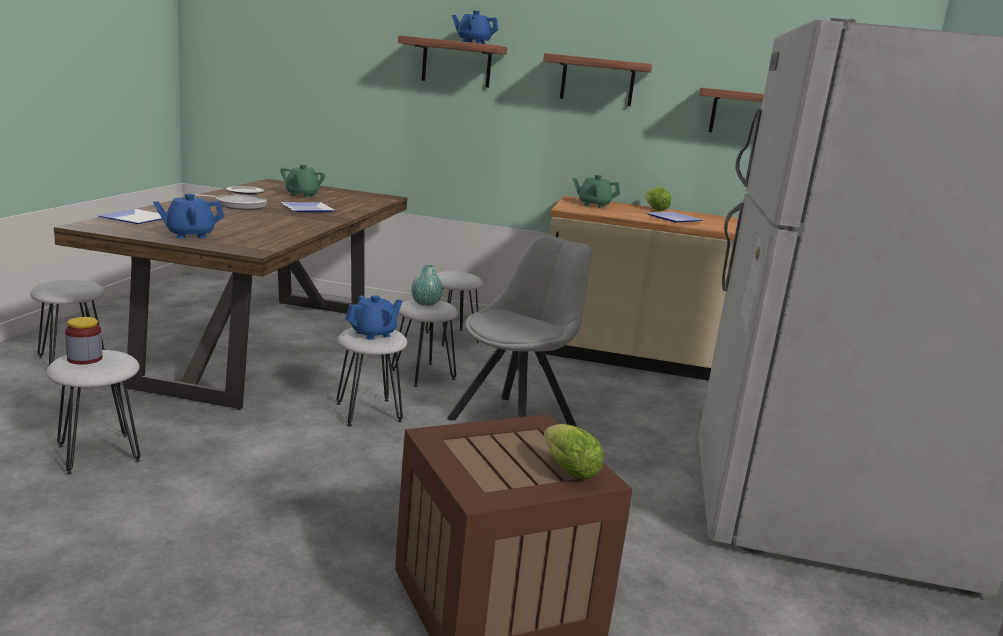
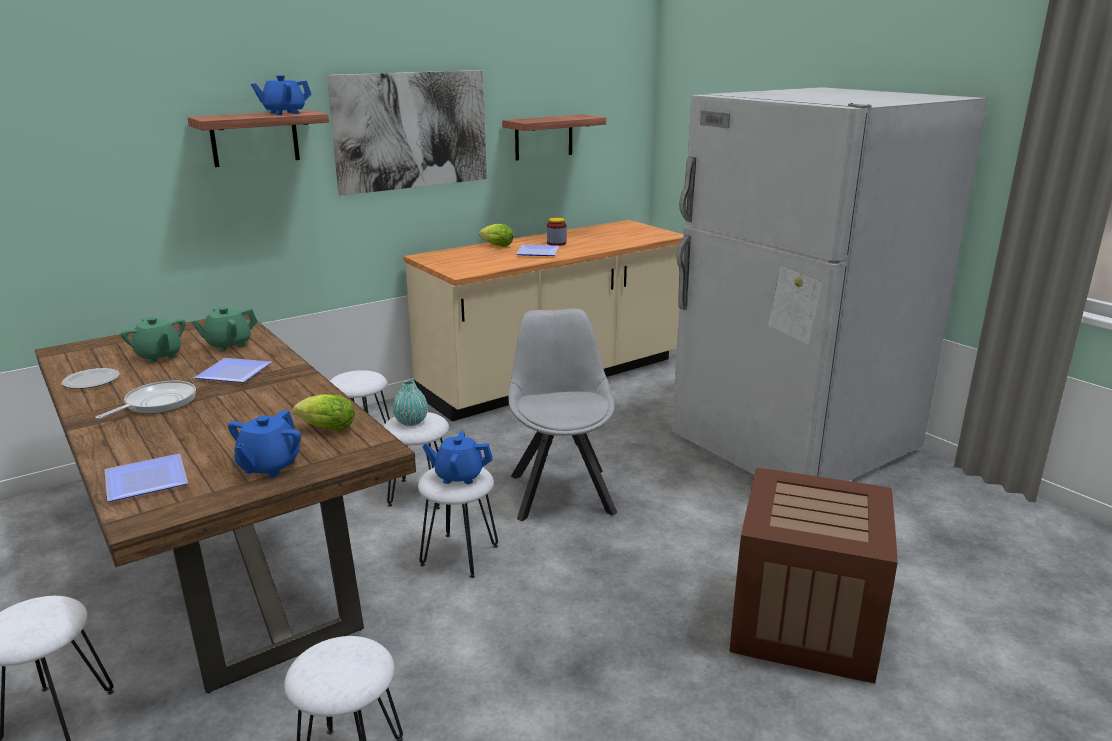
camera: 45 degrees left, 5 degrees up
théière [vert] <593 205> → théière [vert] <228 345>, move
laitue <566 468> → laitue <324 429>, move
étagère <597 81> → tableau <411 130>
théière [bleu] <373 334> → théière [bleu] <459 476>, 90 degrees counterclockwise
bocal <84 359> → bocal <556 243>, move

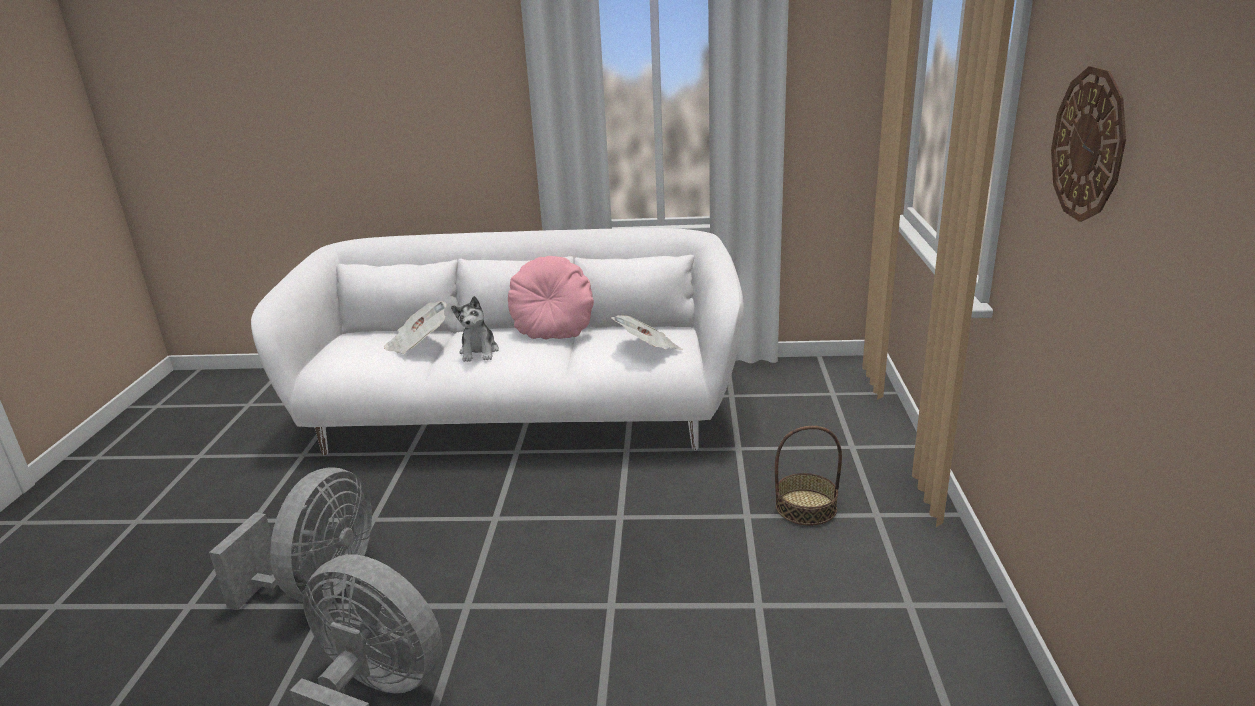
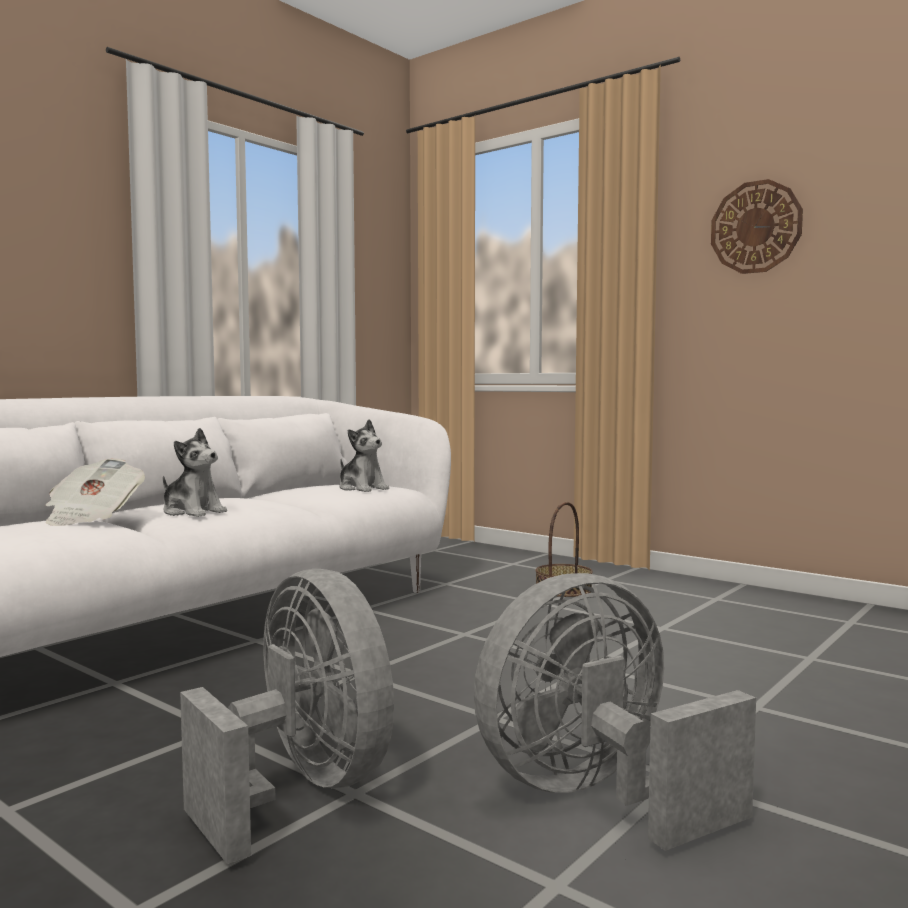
camera: 55 degrees left, 20 degrees down
journal <648 349> → peluche <362 488>
coussin [rose] <554 334> → -

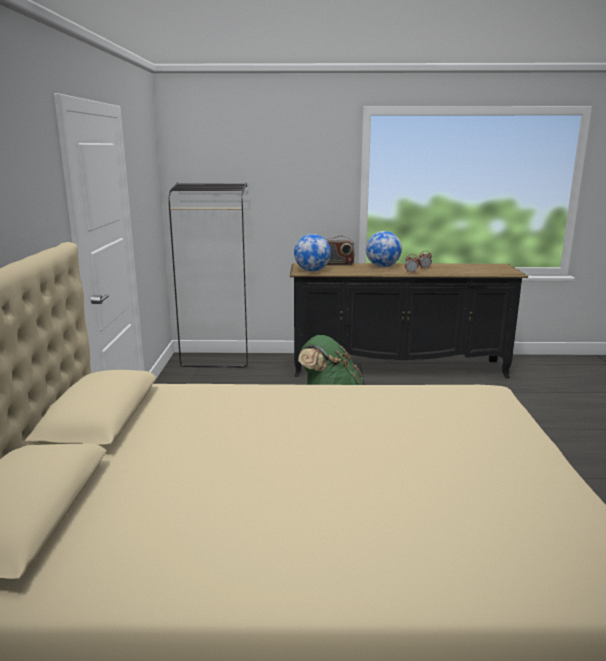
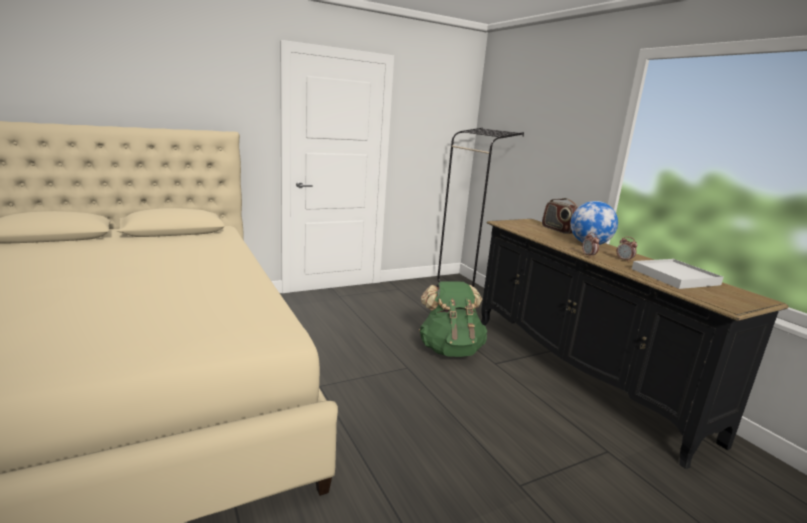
camera: 60 degrees right, 0 degrees up
- → plateau [blanc] <675 277>
globe <312 270> → -

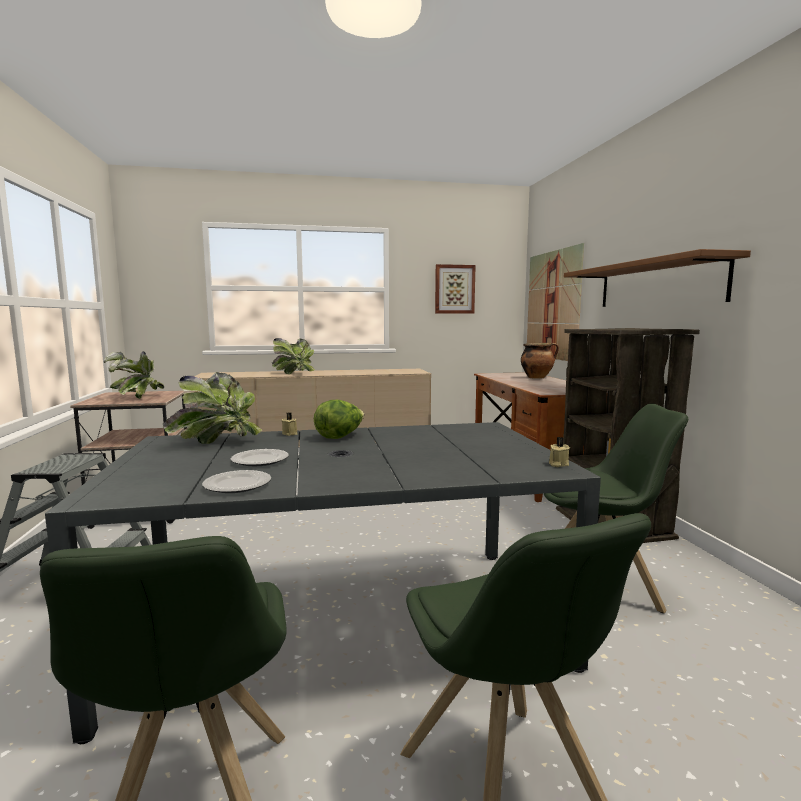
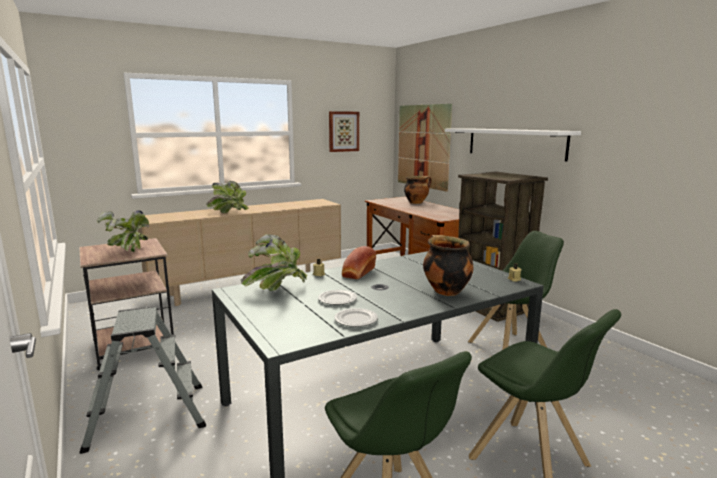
camera: 20 degrees left, 5 degrees up
laitue <340 436> → pain <358 273>
- → marmite <445 291>
étagère [marron] <657 284> → étagère [blanc] <515 143>

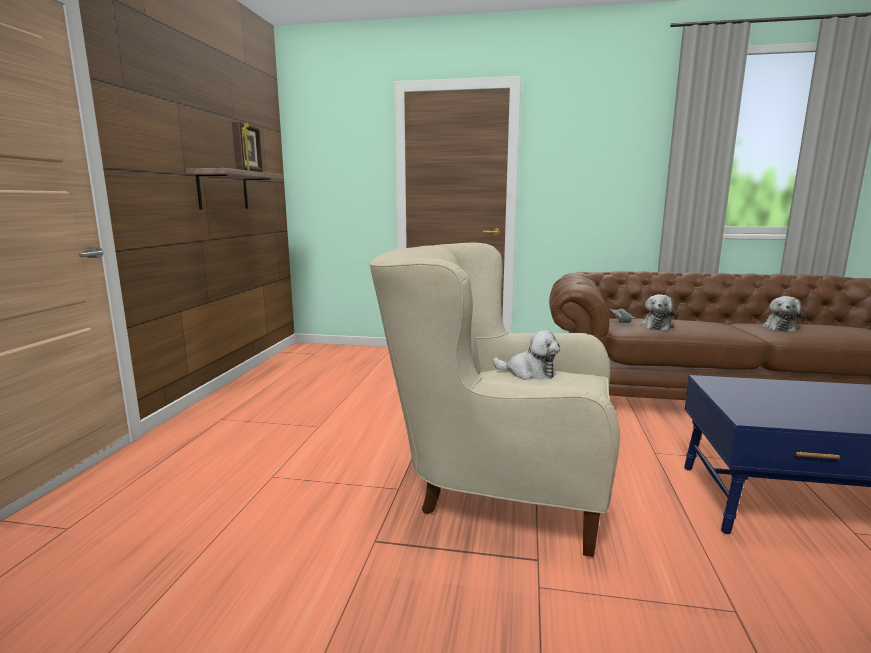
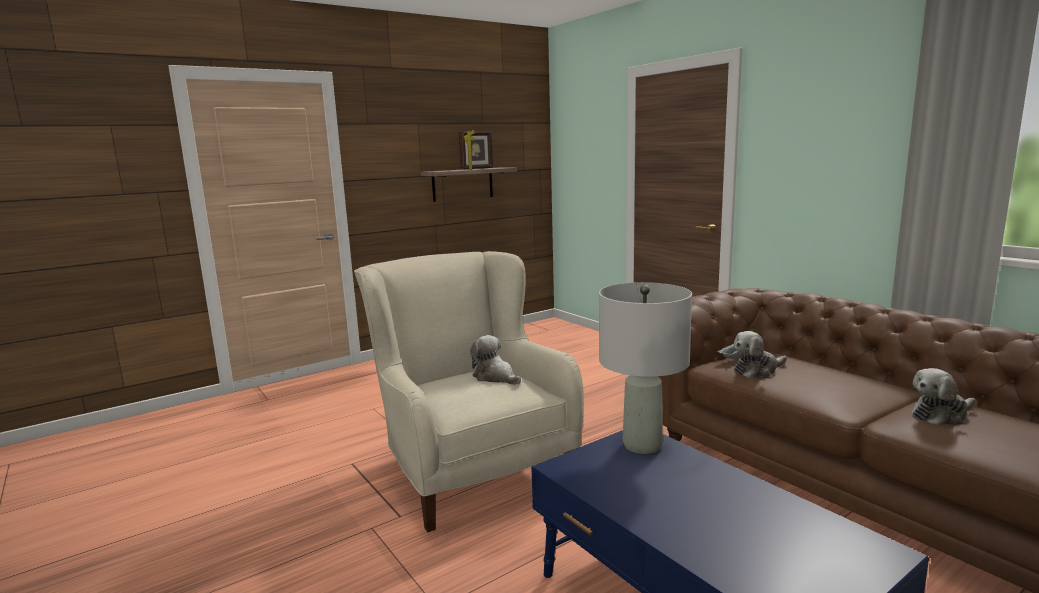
camera: 45 degrees right, 0 degrees up
peluche <529 373> → peluche <495 377>, 150 degrees clockwise
- → lampe de table [gris] <642 445>

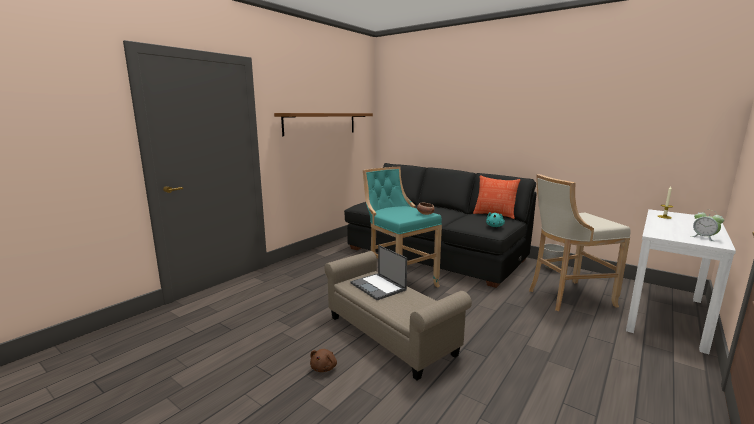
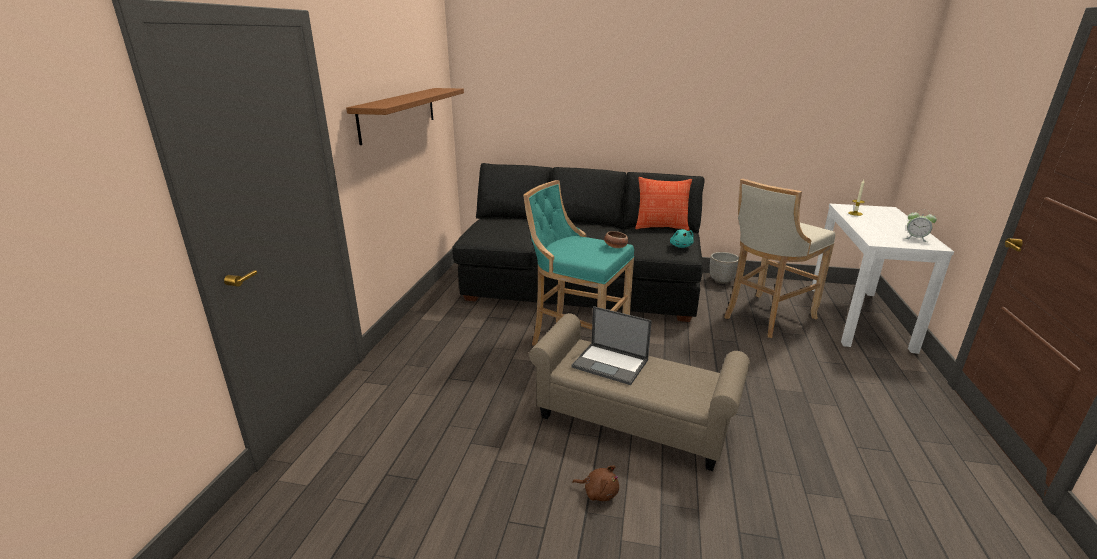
camera: 25 degrees left, 10 degrees up
peluche [marron] <324 368> → peluche [marron] <599 492>, 60 degrees counterclockwise

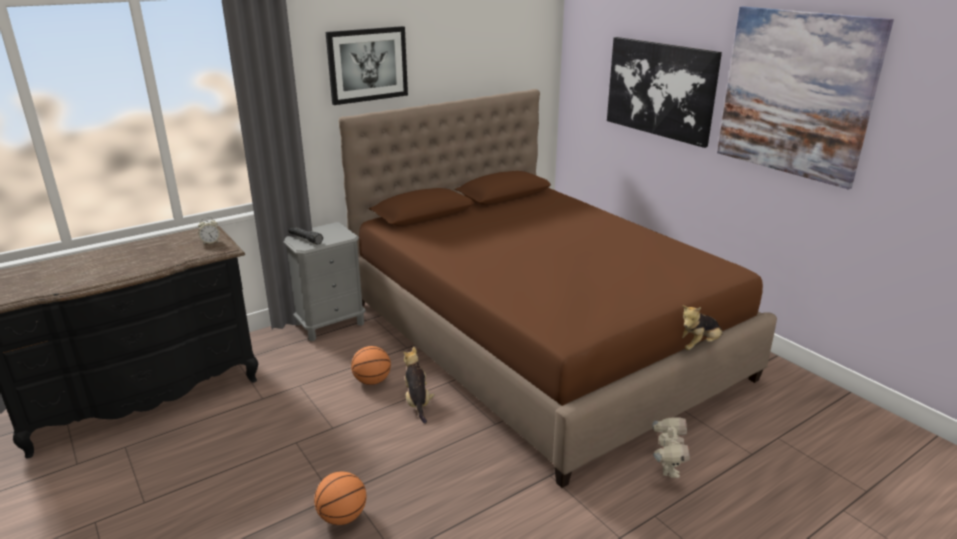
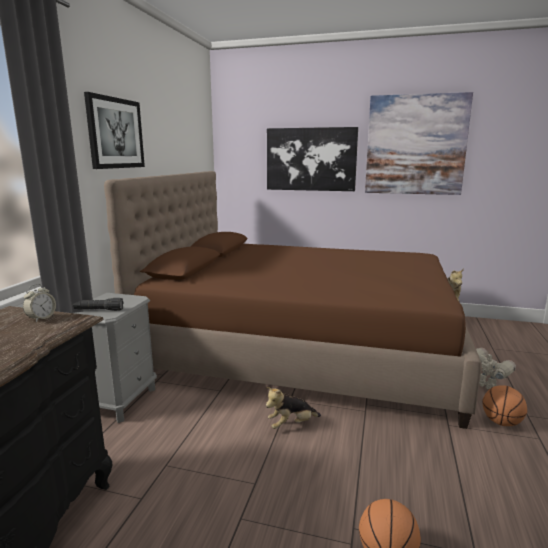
camera: 40 degrees left, 10 degrees down
peluche <417 402> → peluche <291 424>, 60 degrees counterclockwise
ballon de basket <372 381> → ballon de basket <501 422>, move

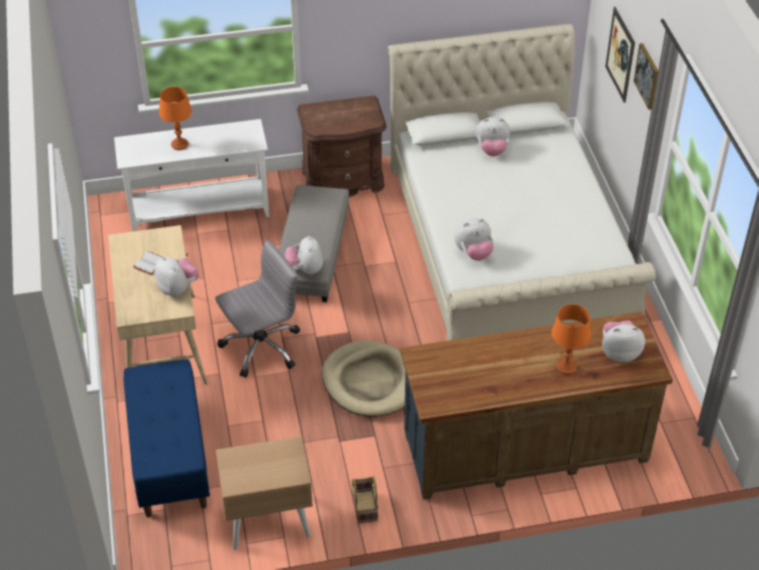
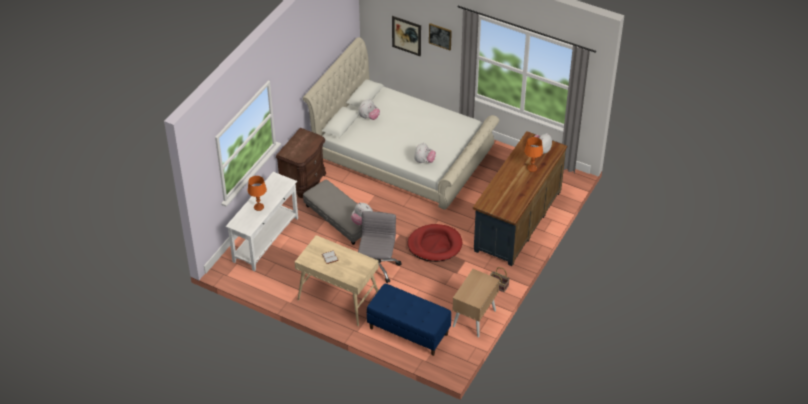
camera: 50 degrees left, 0 degrees up
panier pour chien [beige] <370 382> → panier pour chien [rouge] <435 245>
peluche <178 289> → -

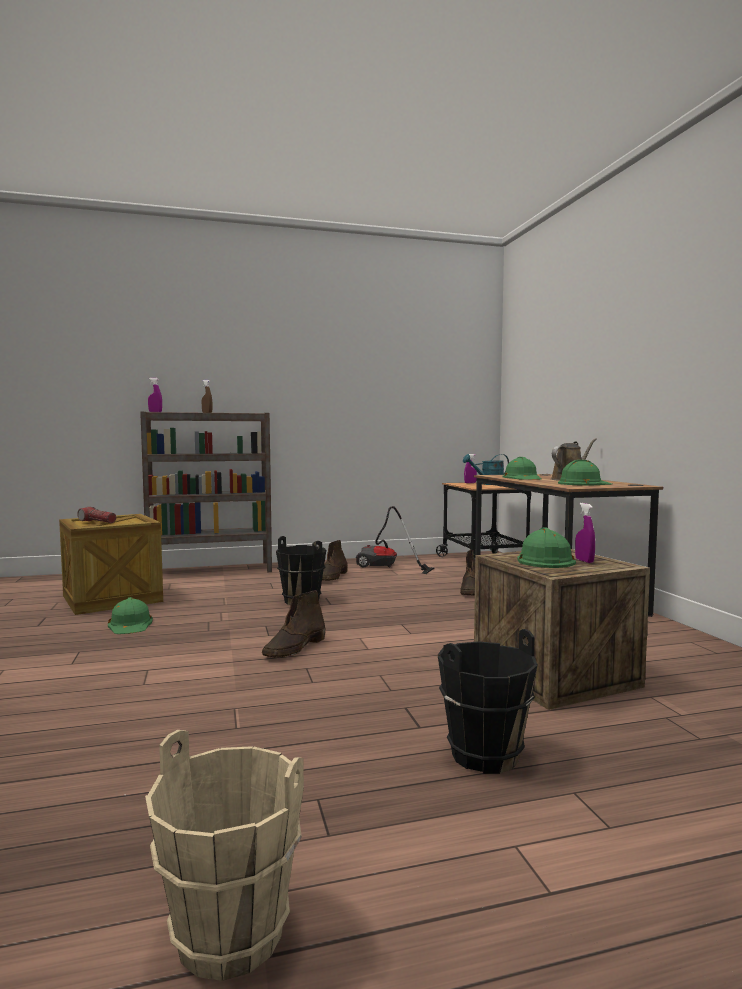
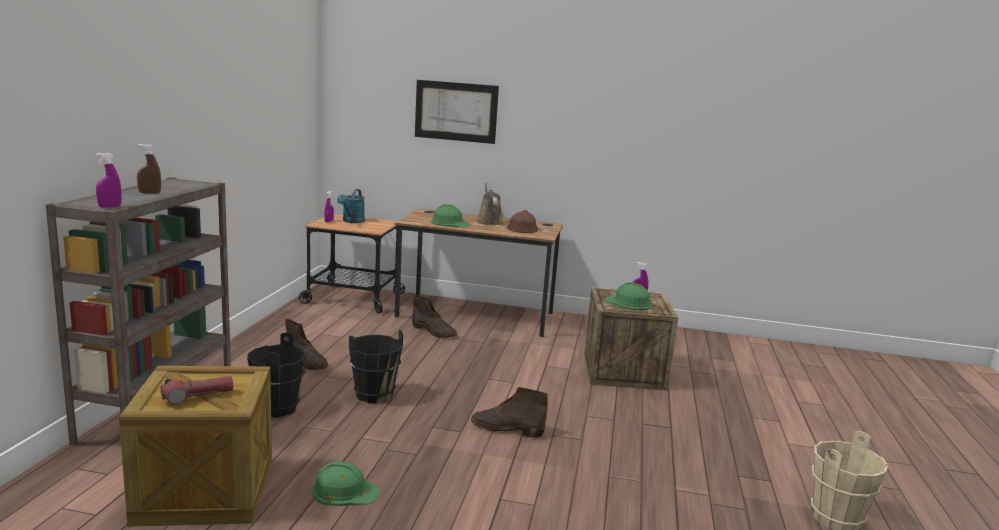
camera: 65 degrees left, 10 degrees up
seau [noir] <484 755> → seau [noir] <276 408>, move
- → tableau <456 111>
botte [marron] <294 648> → botte [marron] <506 429>, 135 degrees clockwise
casque de chantier [vert] <583 483> → casque de chantier [marron] <523 228>
aspirateur <386 568> → -

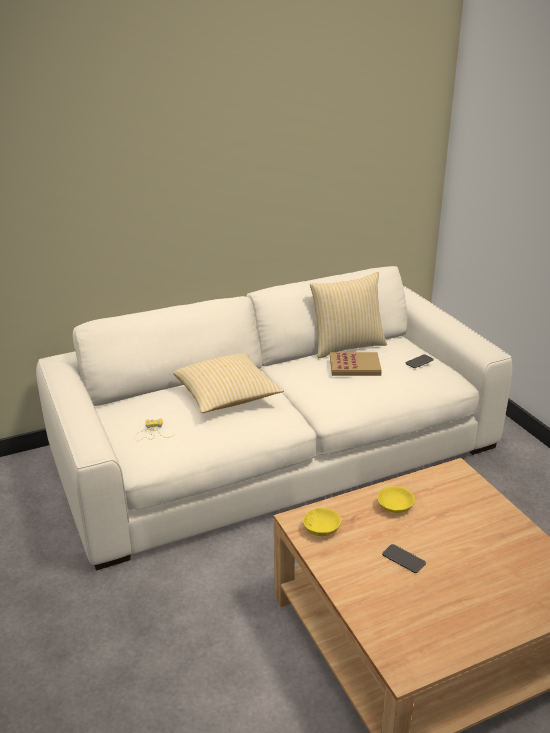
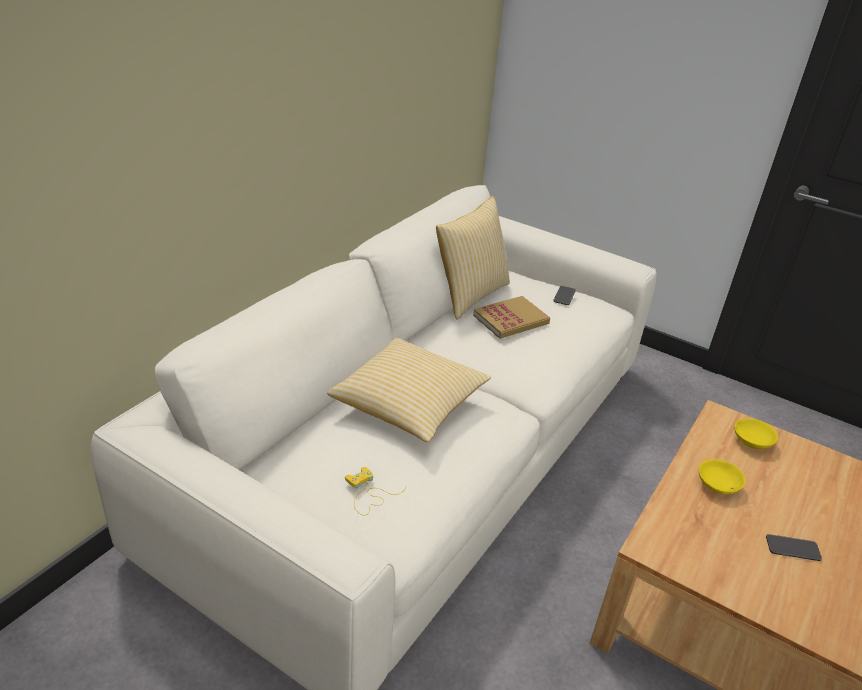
camera: 35 degrees left, 5 degrees up
bol [jaune] <322 530> → bol [jaune] <753 442>, move

